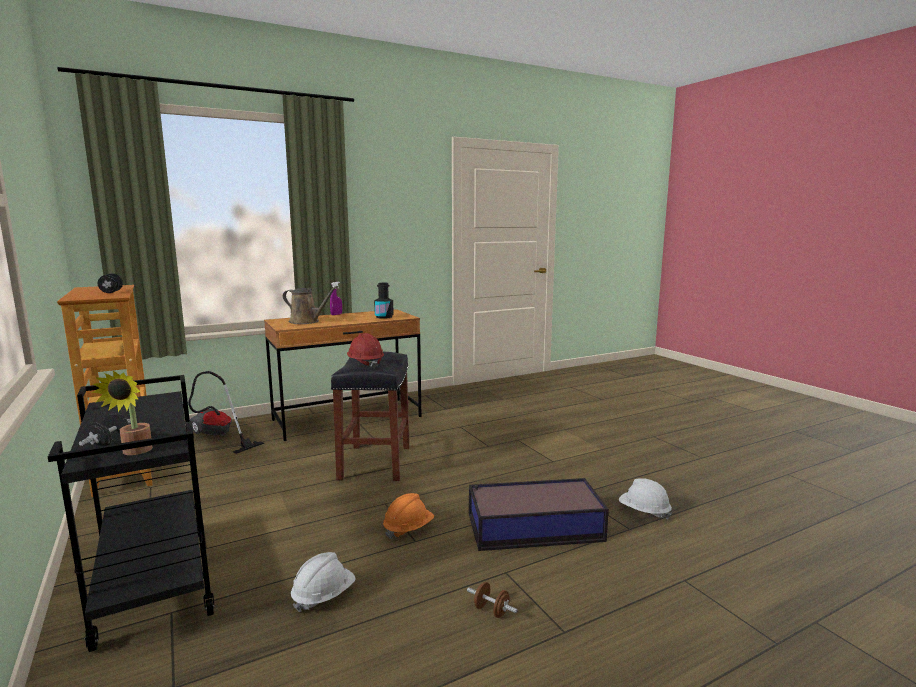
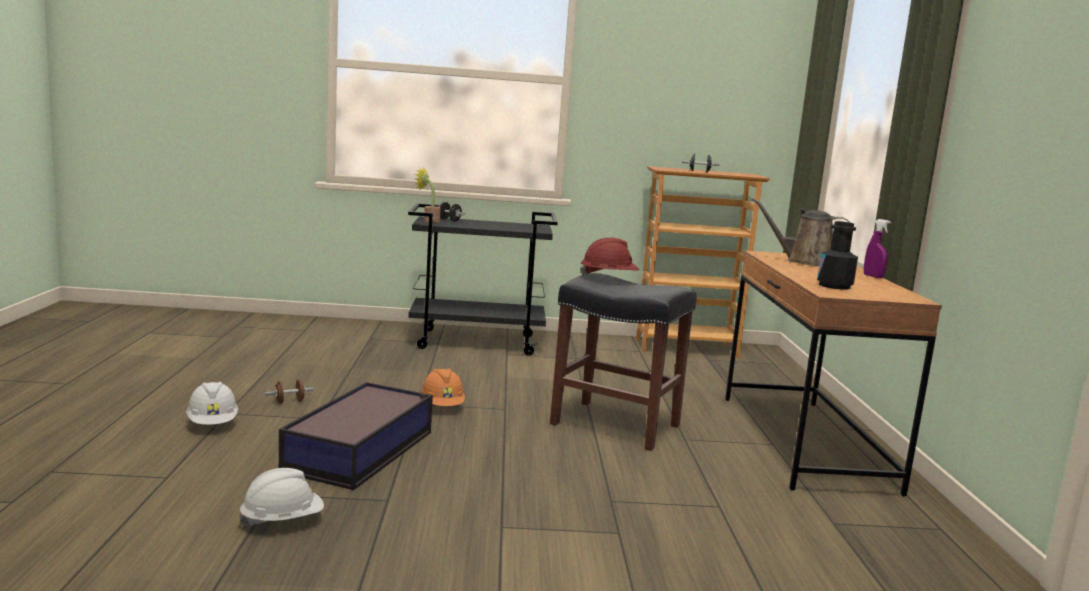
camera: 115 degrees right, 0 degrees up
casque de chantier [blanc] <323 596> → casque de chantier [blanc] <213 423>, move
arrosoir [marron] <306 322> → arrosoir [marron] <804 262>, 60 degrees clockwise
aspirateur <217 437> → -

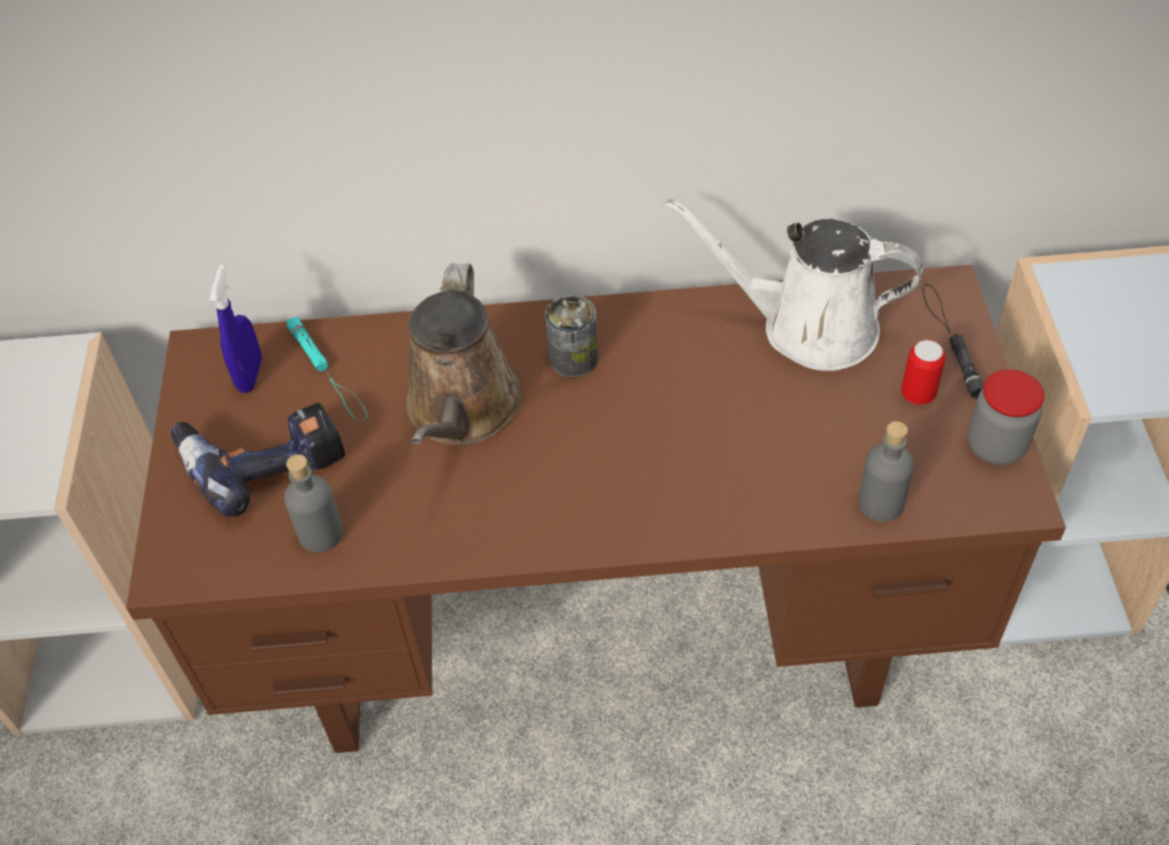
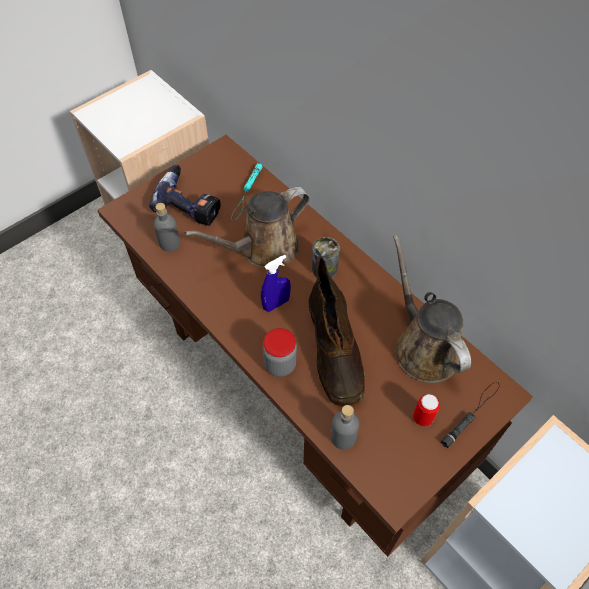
camera: 50 degrees right, 5 degrees up
vaporisateur [bleu] <250 375> → vaporisateur [bleu] <276 304>, move
bocal <995 446> → bocal <280 364>, move
- → botte [marron] <335 352>
arrosoir [blanc] <807 327> → arrosoir [marron] <423 347>

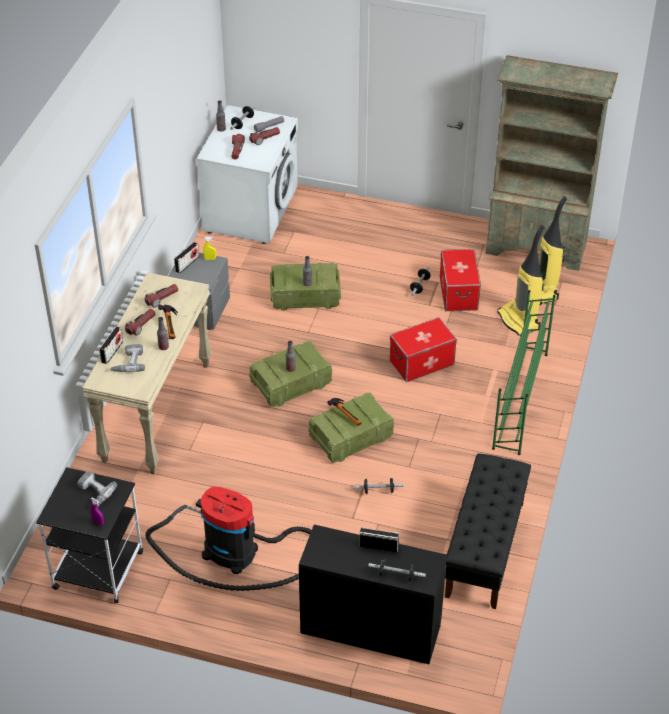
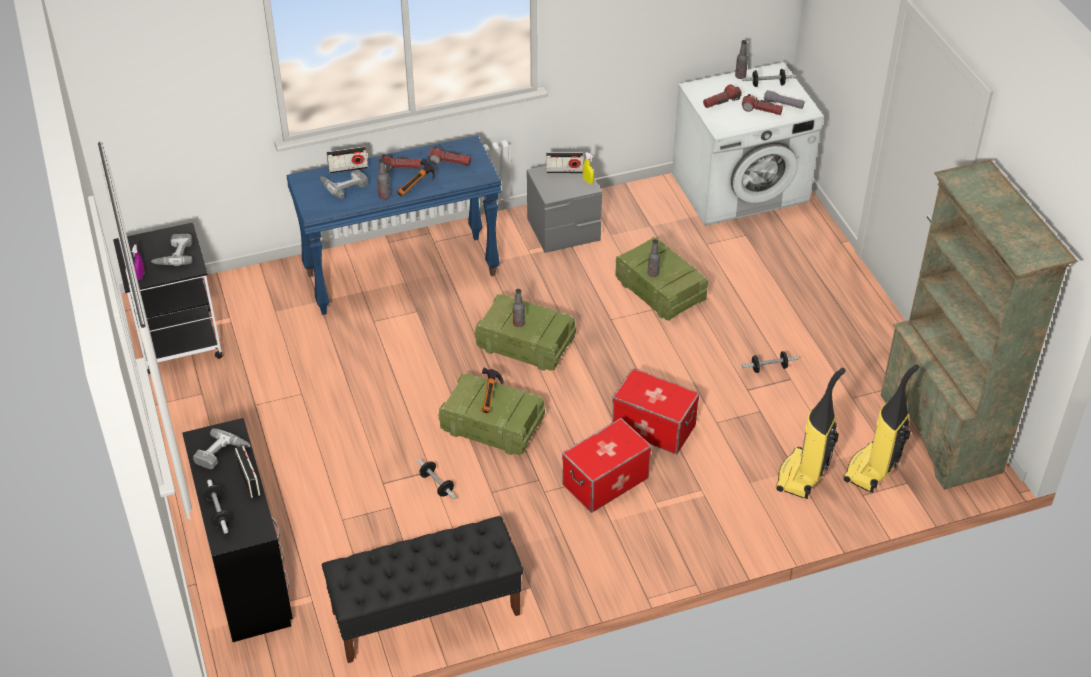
camera: 55 degrees right, 0 degrees up
- → perceuse <222 454>
table console [beige] <156 412> → table console [bleu] <402 274>
boîte de rangement <459 293> → boîte de rangement <605 481>, move
aspirateur <236 554> → -
étagère à chaussures [vert] <520 401> → -

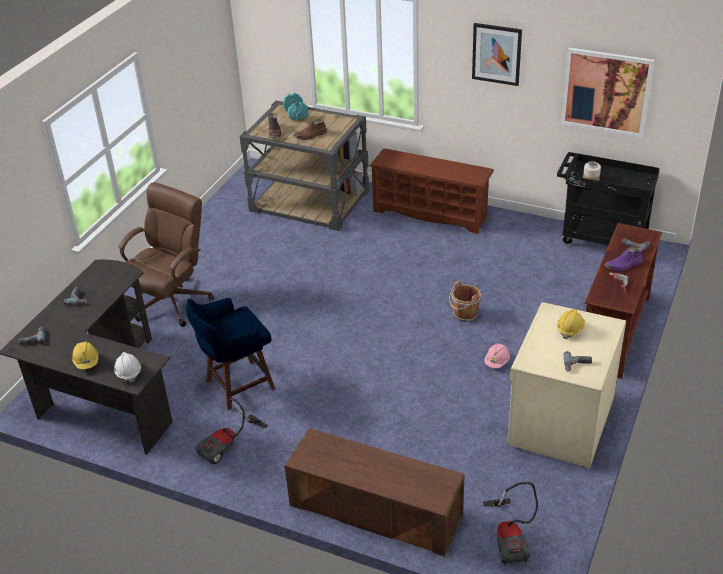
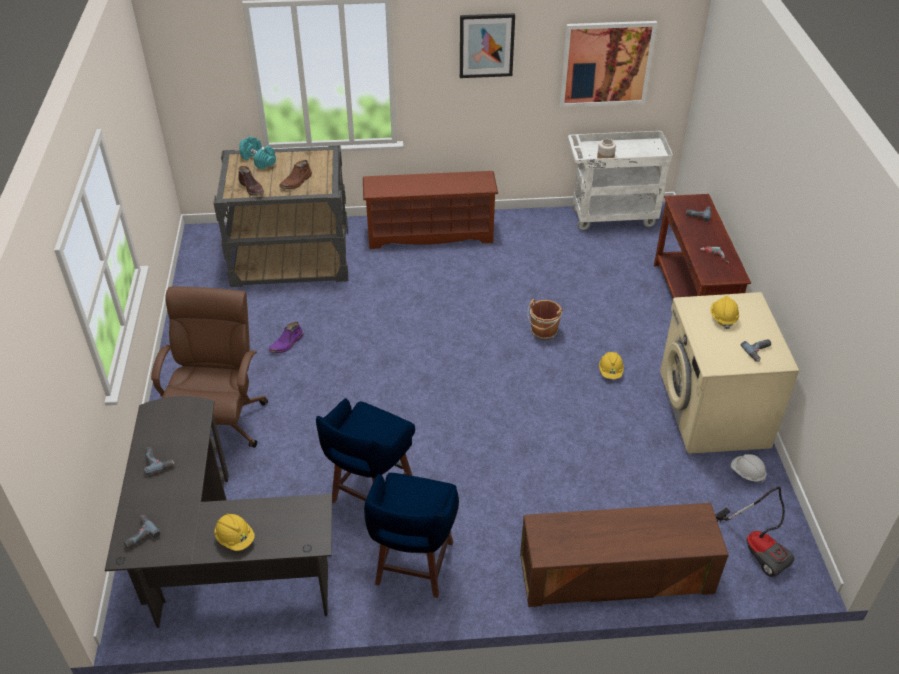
camera: 30 degrees left, 5 degrees up
botte [violet] <623 265> → botte [violet] <287 344>, move
aspirateur <229 446> → tabouret [bleu] <413 566>
chariot [noir] <599 242> → chariot [blanc] <609 219>
casque de chantier [rose] <497 362> → casque de chantier [jaune] <610 371>
casque de chantier [blanc] <128 373> → casque de chantier [blanc] <747 473>, move

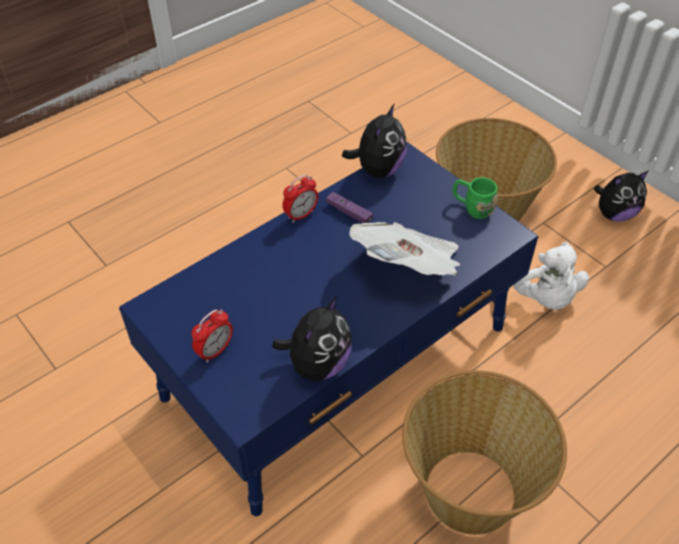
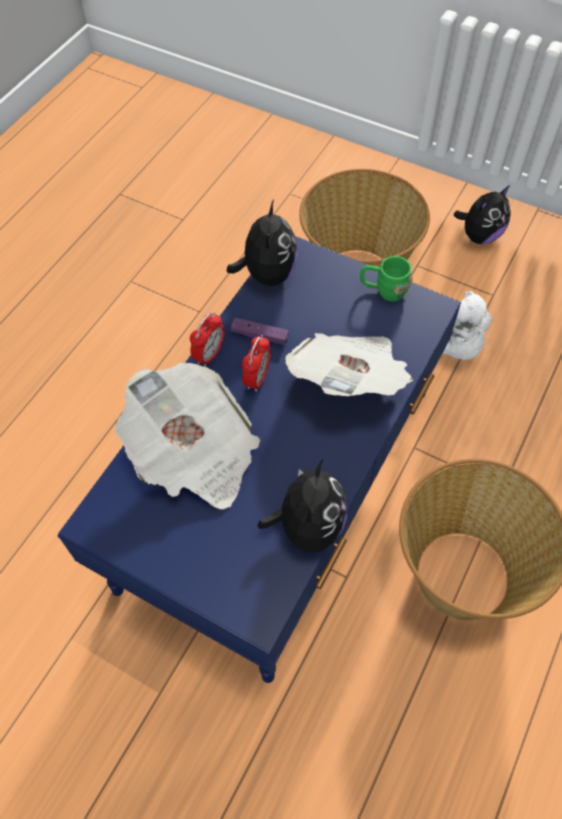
camera: 20 degrees left, 10 degrees up
- → journal <195 454>
réveil <215 351> → réveil <257 378>, move

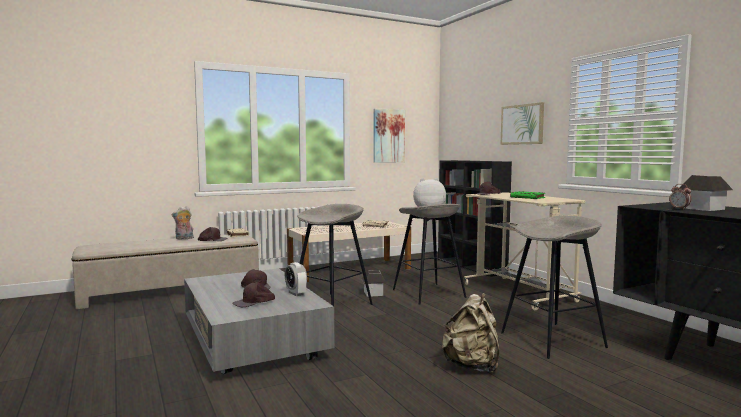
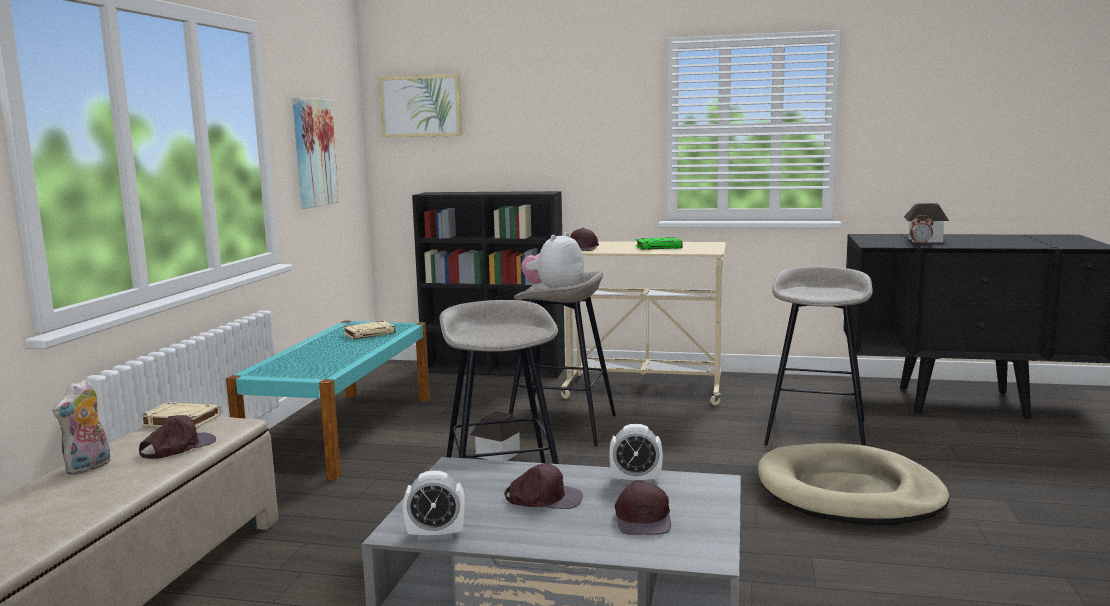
camera: 50 degrees left, 5 degrees up
banc [beige] <349 270> → banc [turquoise] <342 431>
tableau <522 124> → tableau <421 106>, move
- → réveil <436 535>
sac à dos [beige] <472 366> → panier pour chien [beige] <849 493>

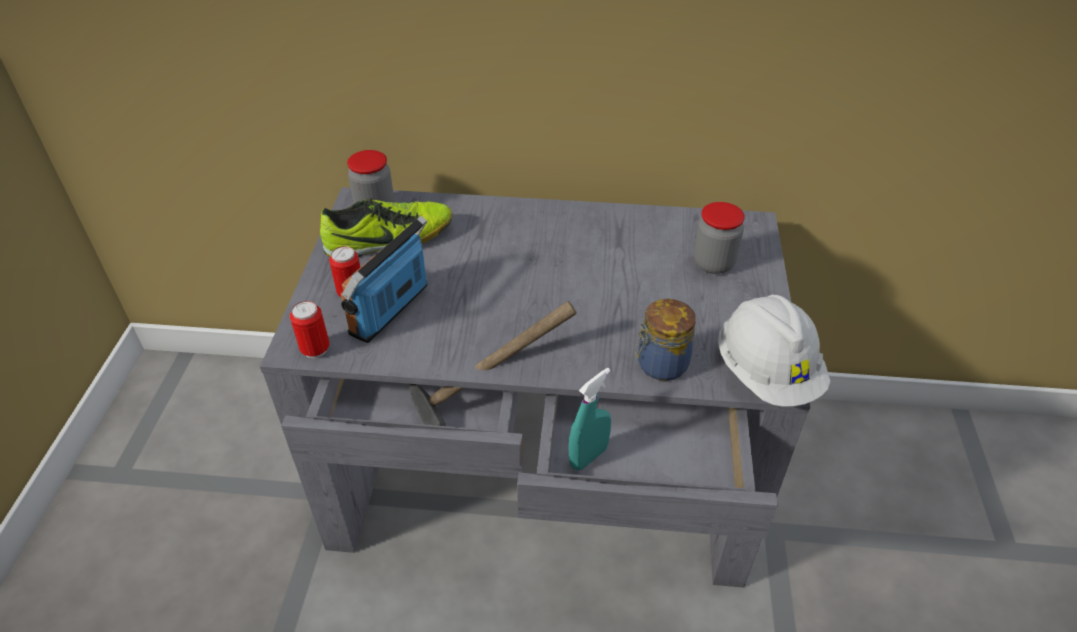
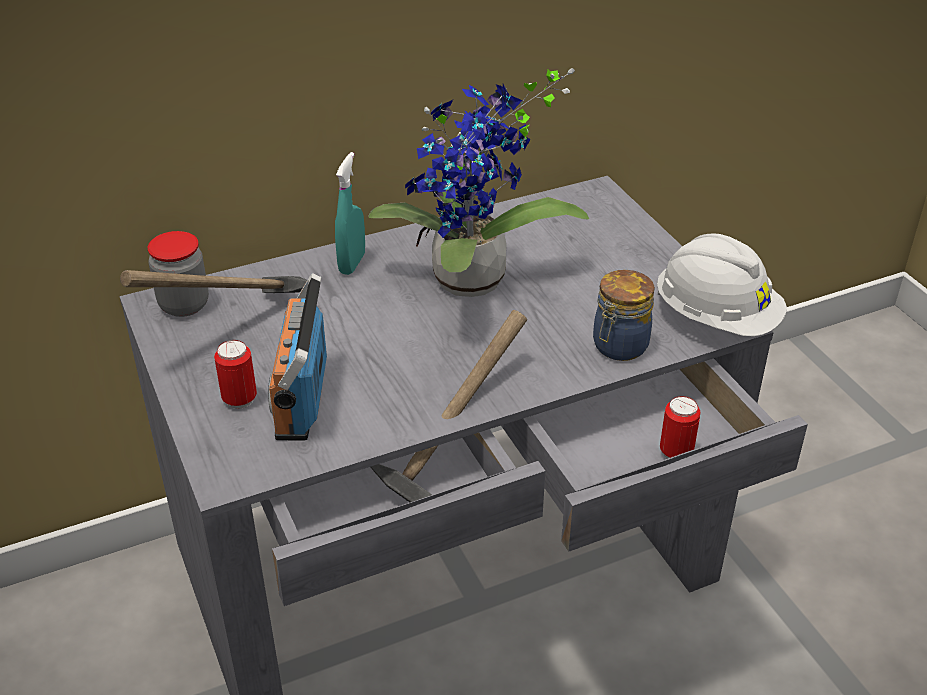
camera: 30 degrees left, 5 degrees down
chaussure <389 240> → marteau <233 331>
vaporisateur [turquoise] <588 457> → vaporisateur [turquoise] <352 263>, move
- → plante en pot <472 285>
boîte métallique <315 349> → boîte métallique <676 452>, move
bocal <713 263> → -

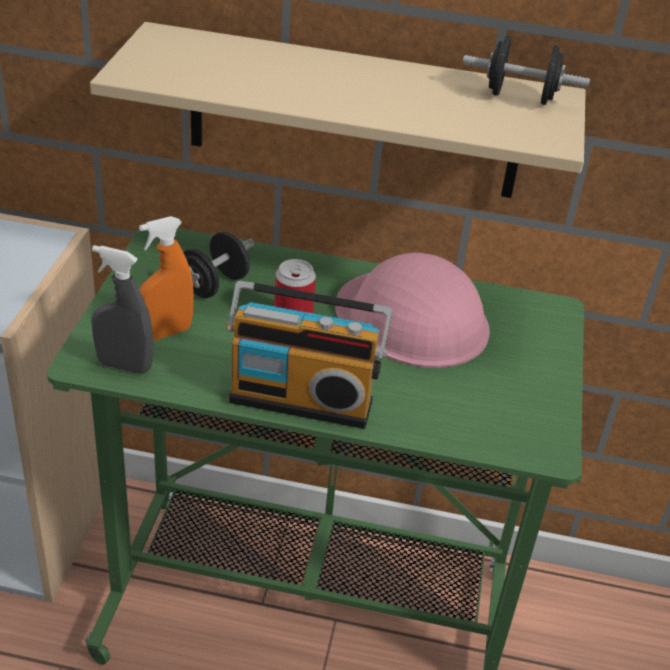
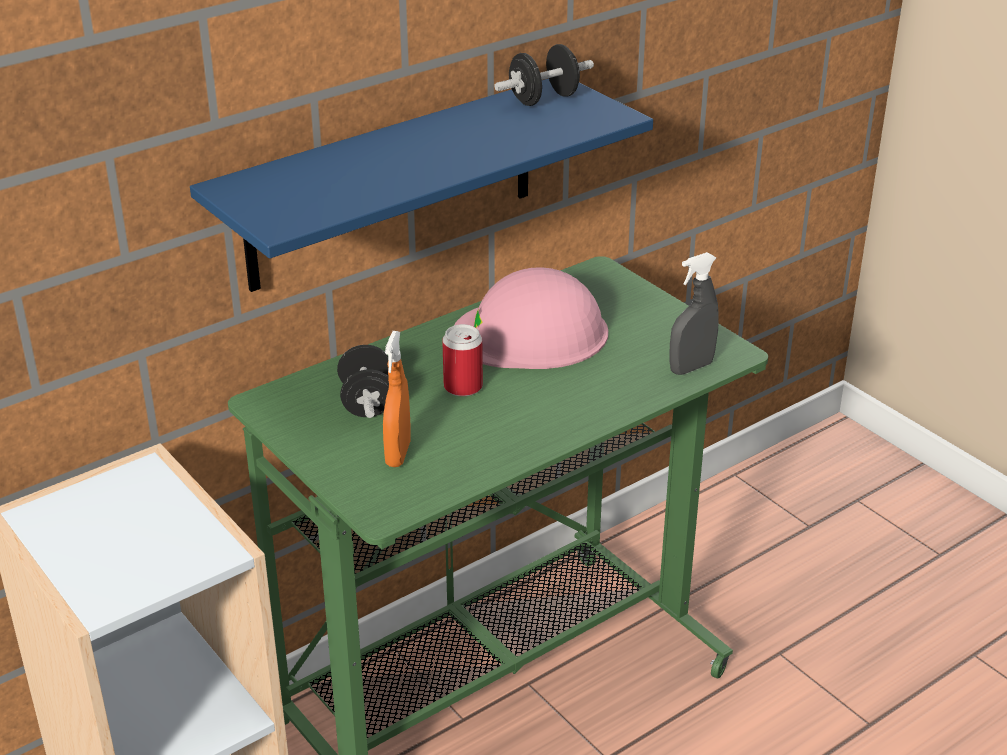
camera: 45 degrees left, 5 degrees down
étagère [beige] <354 113> → étagère [bleu] <392 183>
vaporisateur [gris] <124 366> → vaporisateur [gris] <691 367>, move
radio <302 398> → -

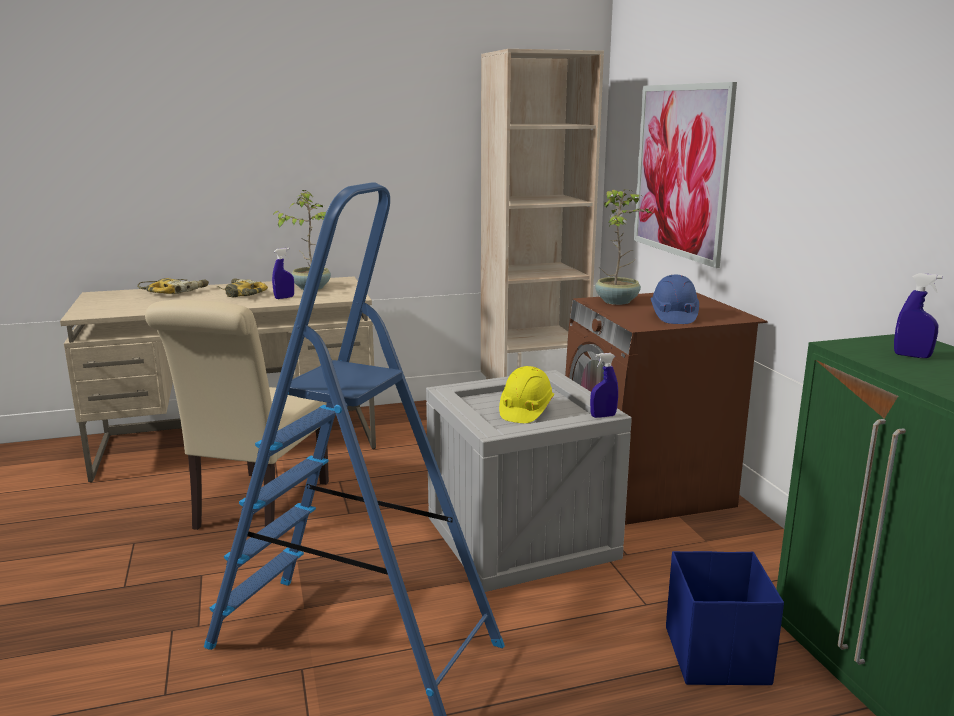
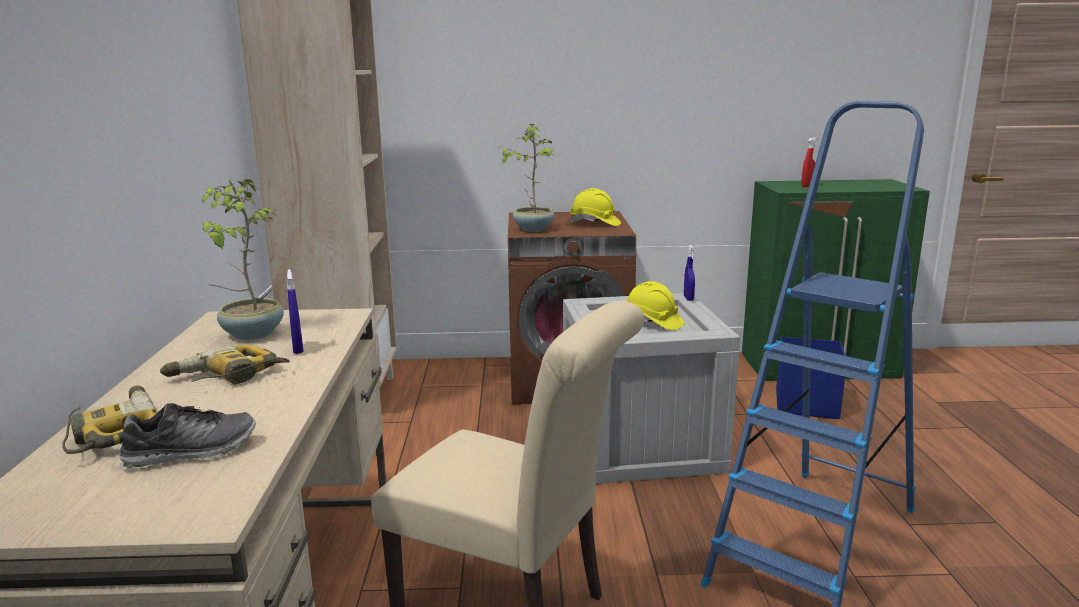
camera: 75 degrees left, 0 degrees up
- → chaussure <191 452>
casque de chantier [bleu] <673 316> → casque de chantier [jaune] <595 223>
vaporisateur [bleu] <912 356> → vaporisateur [rouge] <808 186>
tableau <681 171> → -

